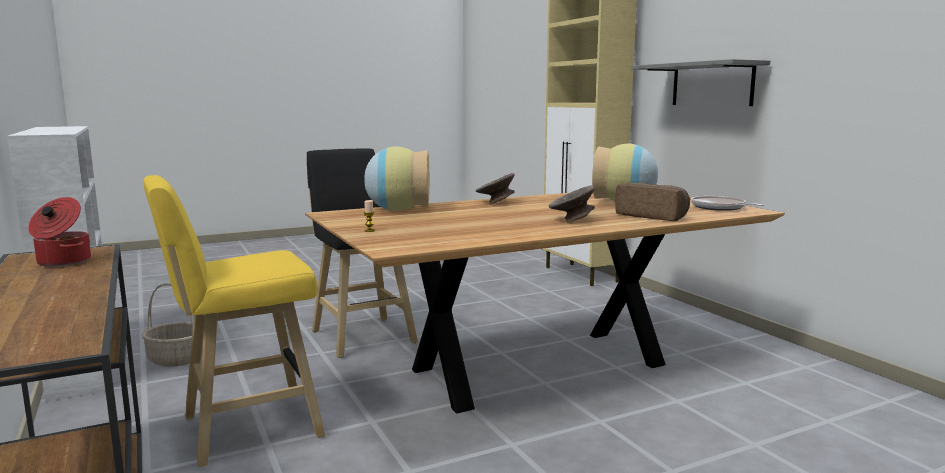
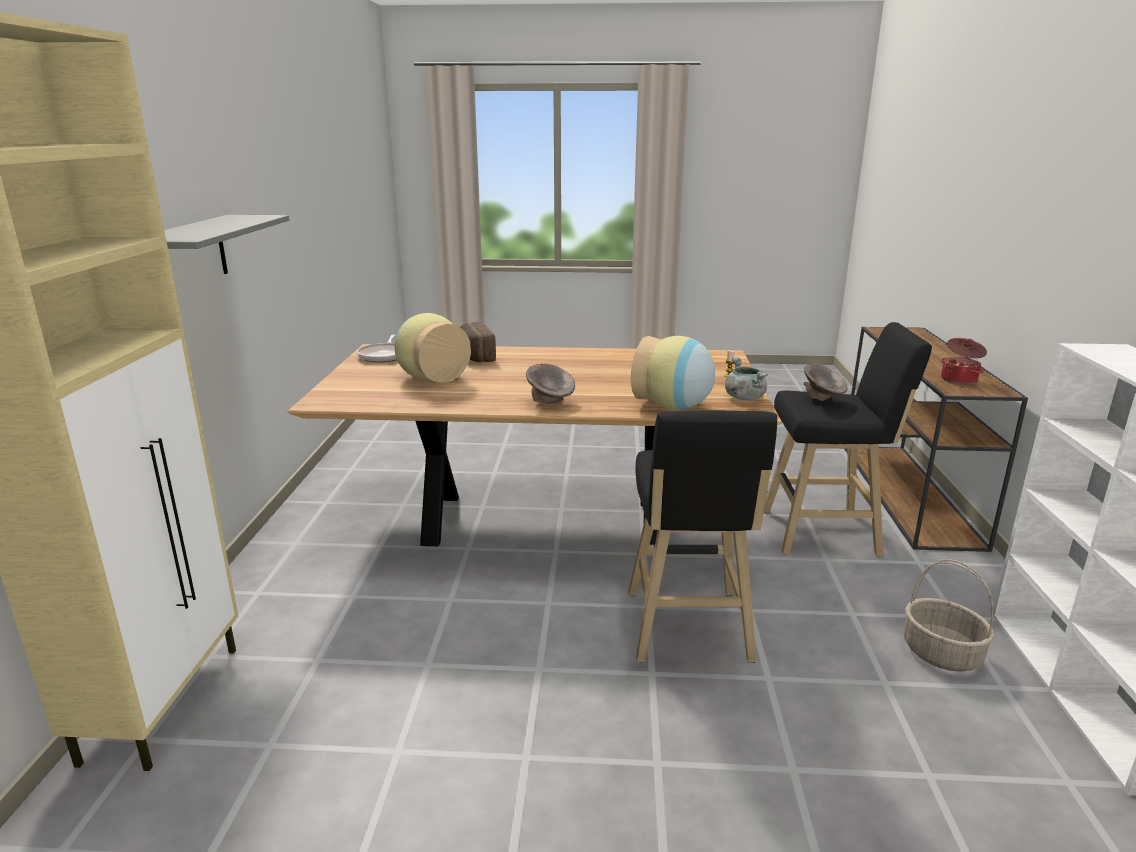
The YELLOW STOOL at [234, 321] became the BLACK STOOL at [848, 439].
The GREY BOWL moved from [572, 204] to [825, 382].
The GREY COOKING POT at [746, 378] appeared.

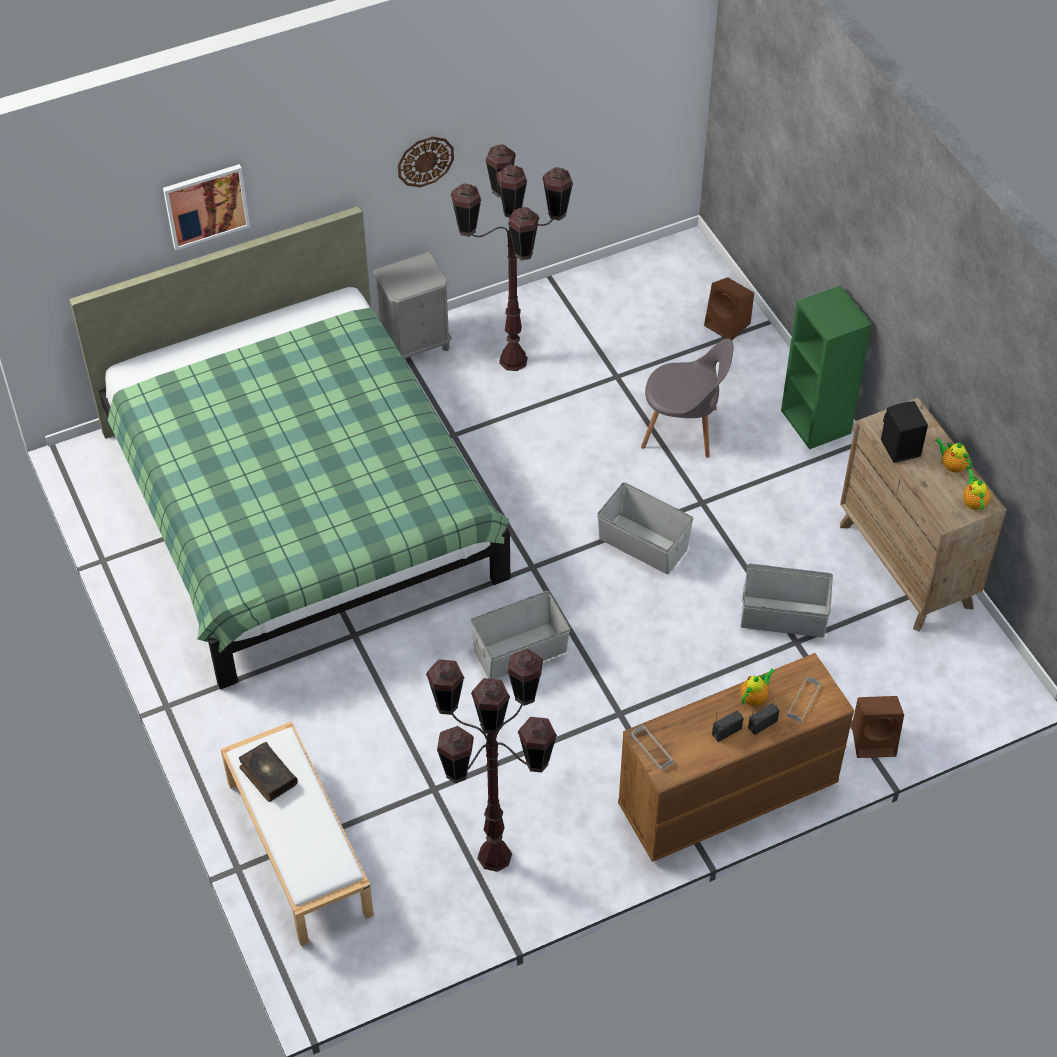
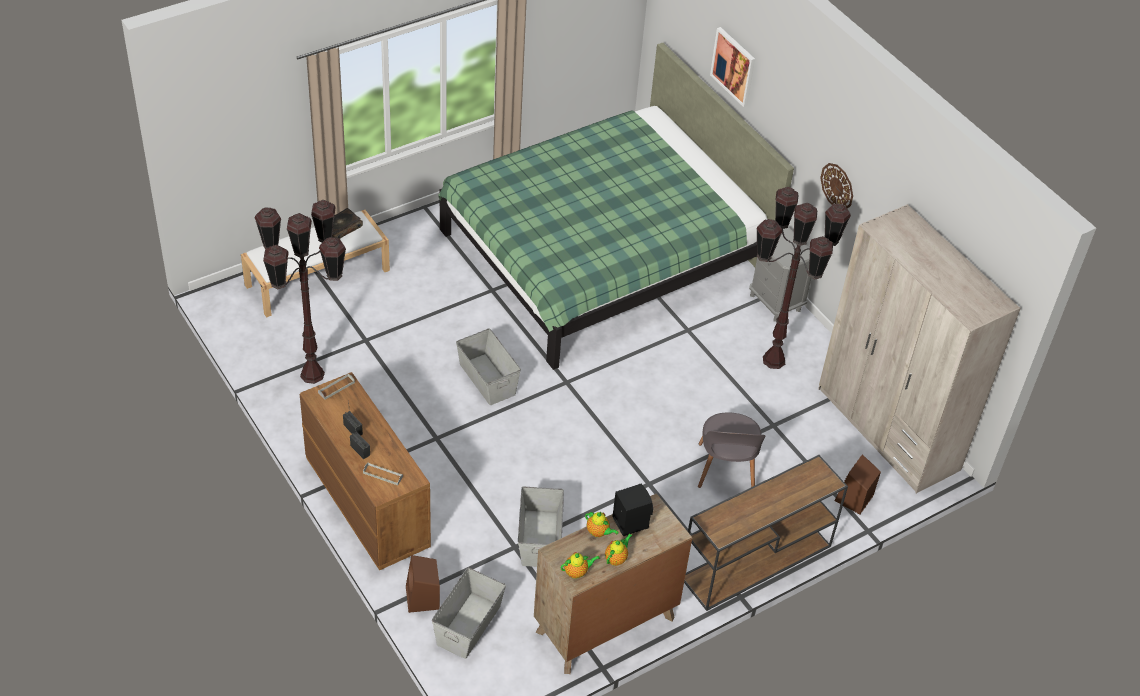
The GREEN BOOKCASE at [826, 367] was replaced by the BROWN CONSOLE TABLE at [766, 533].
The GREY STORAGE BOX moved from [645, 528] to [469, 613].
The TEAPOT moved from [757, 687] to [602, 524].
The BEIGE WARDROBE at [919, 348] appeared.

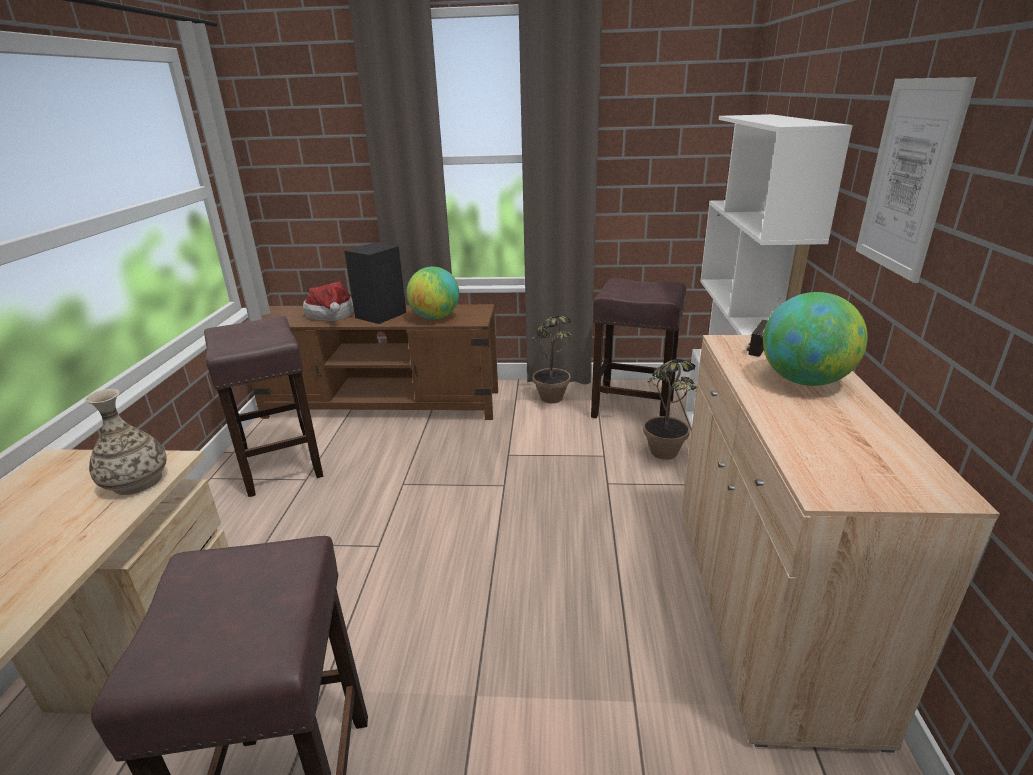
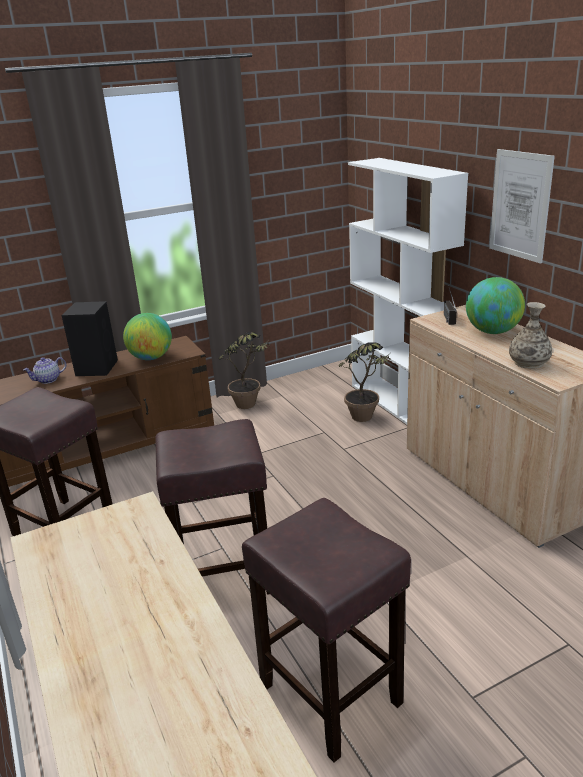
The BROWN STOOL moved from [638, 348] to [212, 507].
The HAT at [328, 301] was replaced by the TEAPOT at [44, 370].
The VASE moved from [126, 442] to [530, 335].

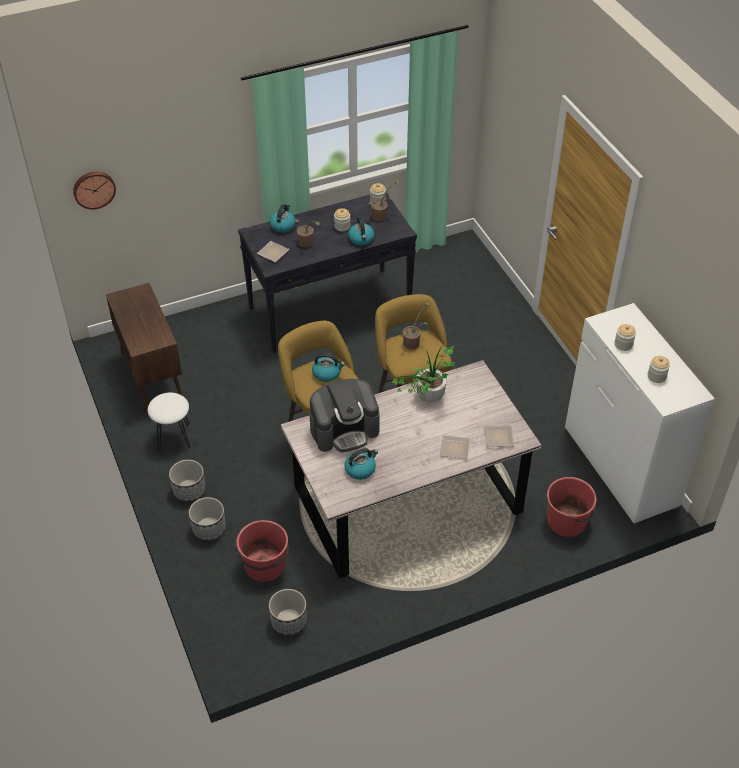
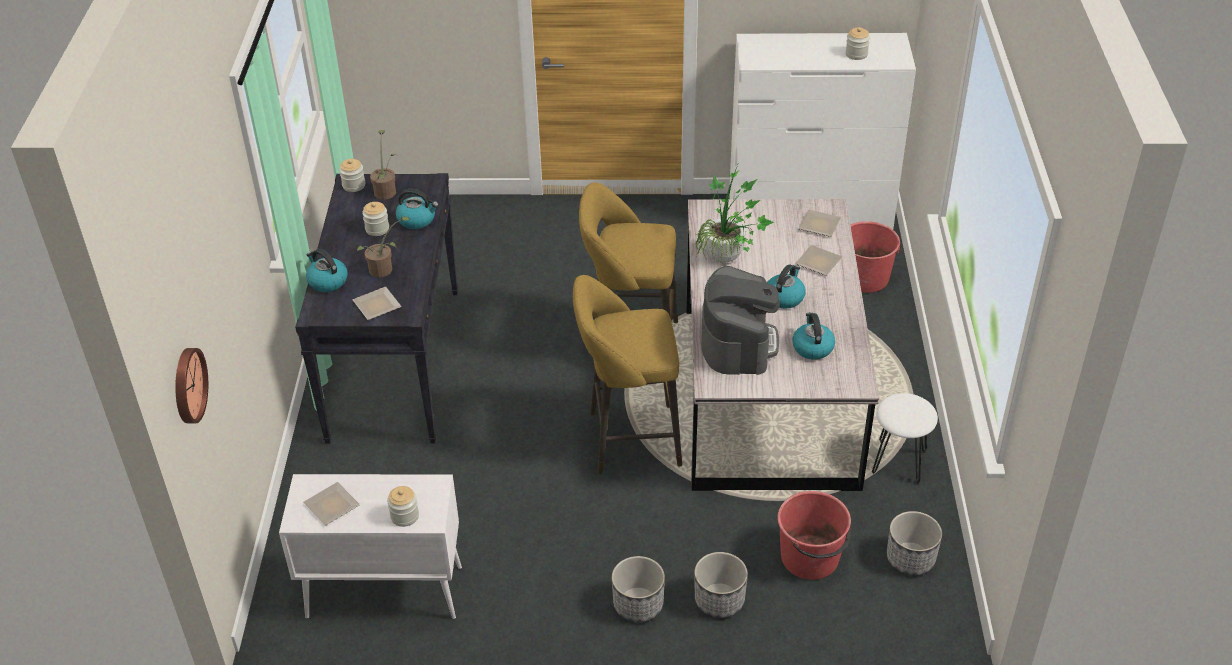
The BROWN CABINET at [144, 348] became the WHITE CABINET at [370, 546].
The POTTED PLANT at [416, 326] disappeared.
The JAR moved from [625, 337] to [403, 506].
The KETTLE moved from [328, 367] to [786, 286].
The WHITE STOOL moved from [169, 423] to [905, 439].
The PLATE at [331, 503] appeared.

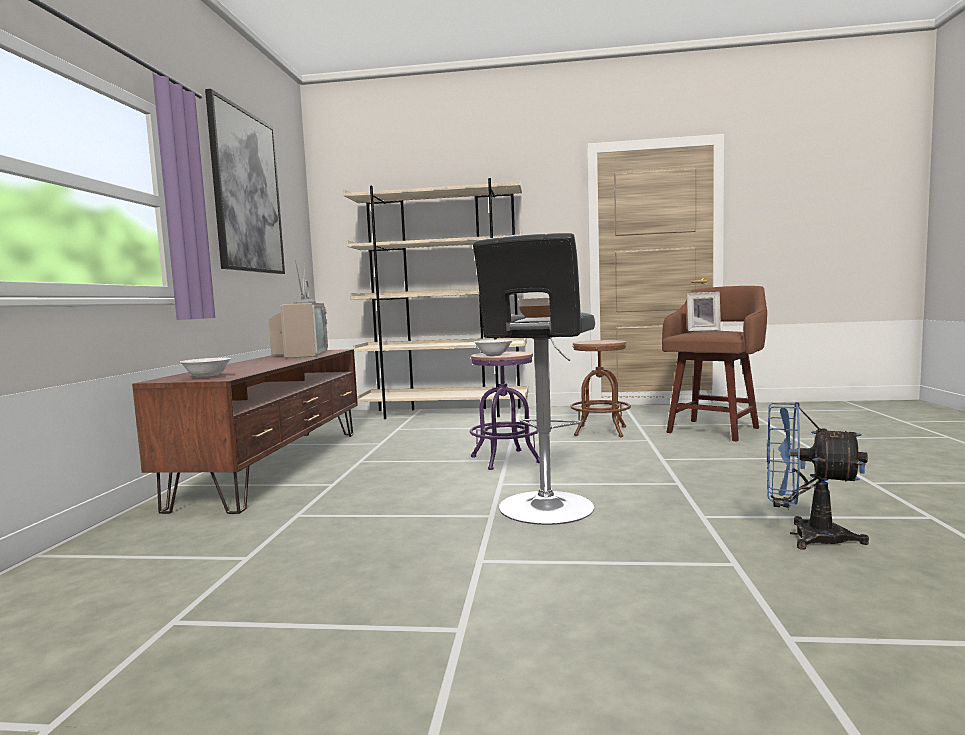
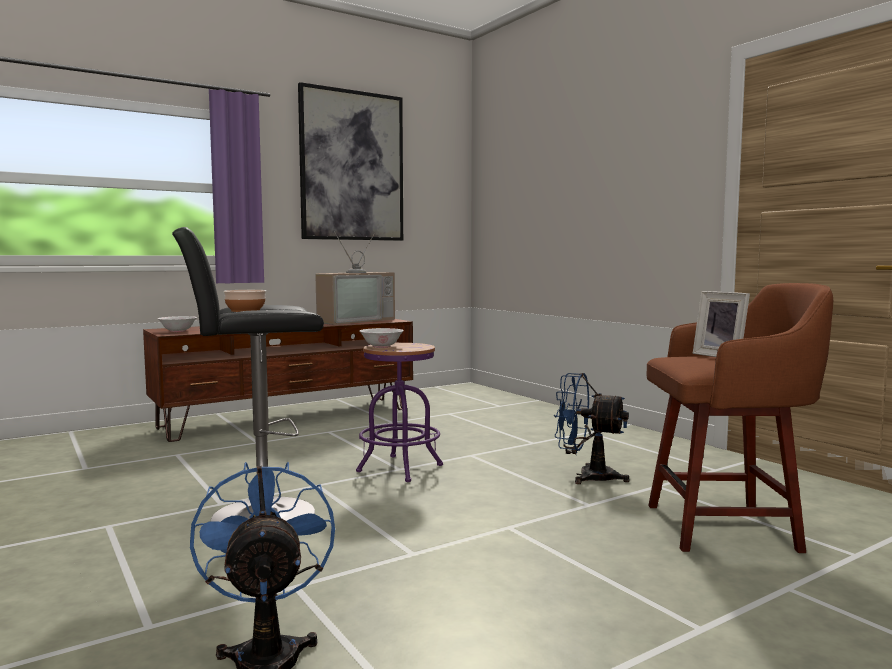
The BEIGE BOOKCASE at [435, 298] disappeared.
The BROWN STOOL at [600, 388] was replaced by the BLUE FAN at [592, 428].

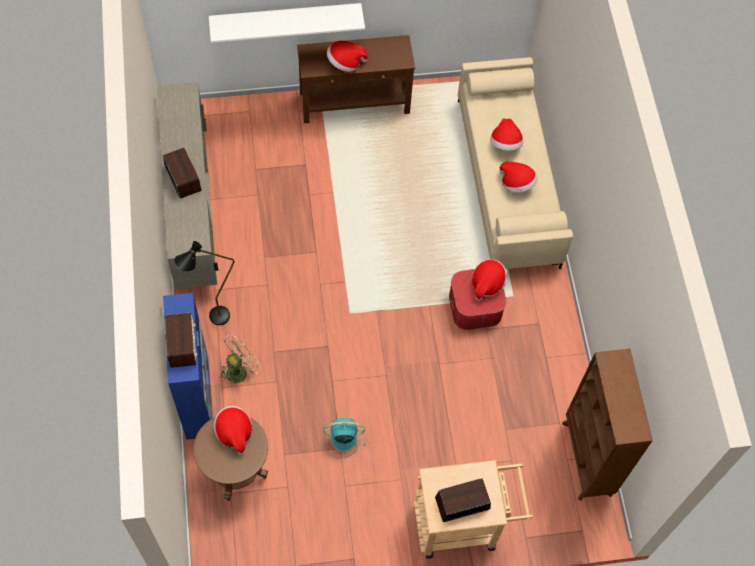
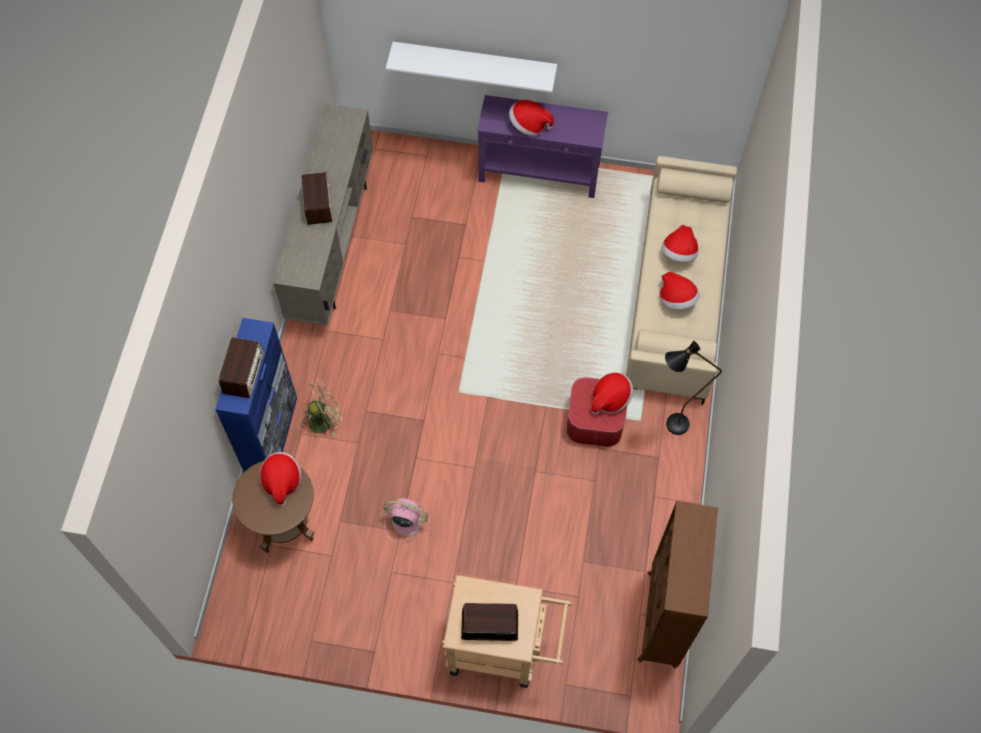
The BROWN CONSOLE TABLE at [356, 79] became the PURPLE CONSOLE TABLE at [542, 146].
The BLACK FLOOR LAMP moved from [204, 283] to [693, 388].
The TURQUOISE FAN at [344, 438] became the PINK FAN at [407, 520].

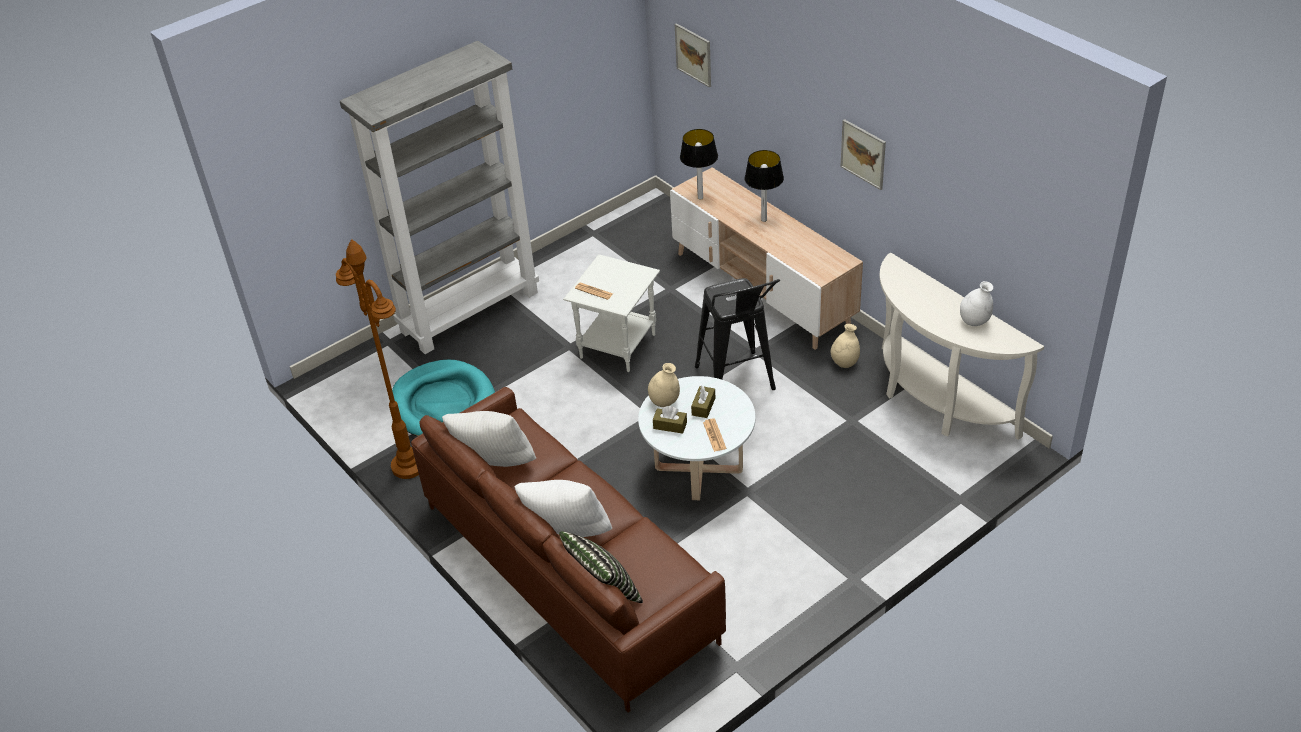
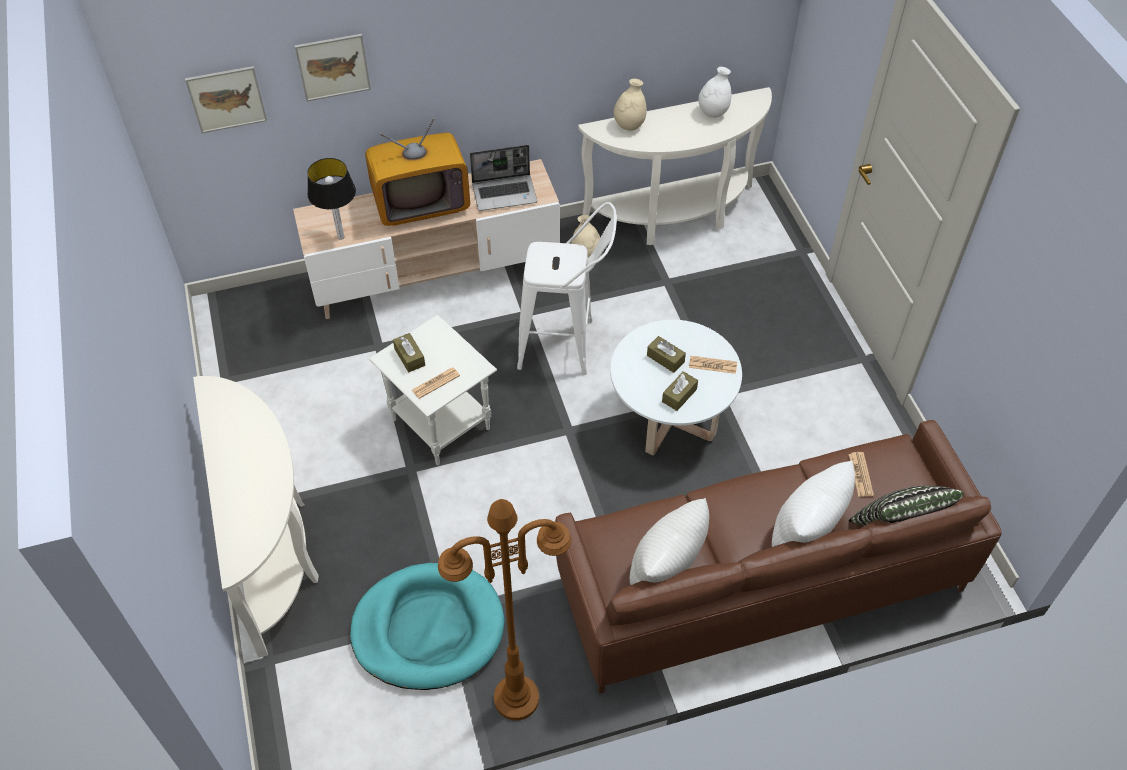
The GREY BOOKCASE at [439, 197] was replaced by the WHITE CONSOLE TABLE at [256, 517].
The PICTURE moved from [863, 154] to [333, 67].
The TABLE LAMP at [764, 186] was replaced by the TELEVISION at [417, 172].
The BLACK STOOL at [737, 334] became the WHITE STOOL at [567, 288].
The BEIGE VASE moved from [664, 385] to [630, 105].
The LAPTOP at [503, 178] appeared.
The BROWN TISSUE BOX at [409, 352] appeared.
The NEWSPAPER at [861, 474] appeared.

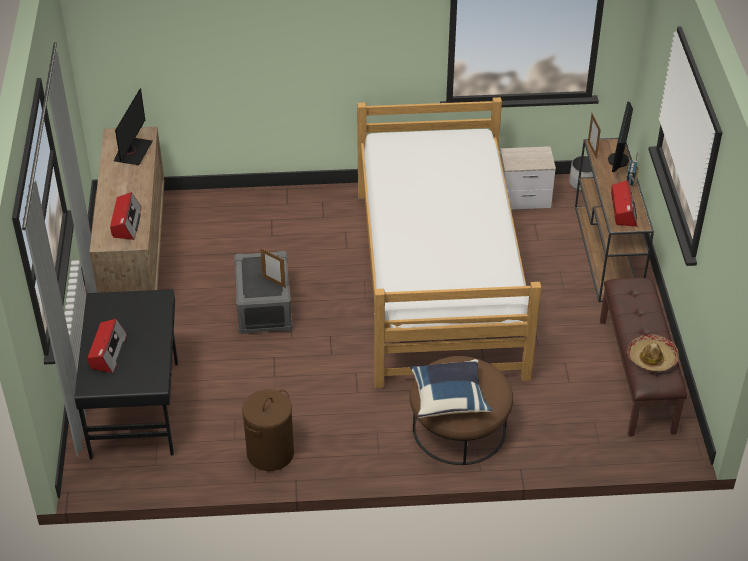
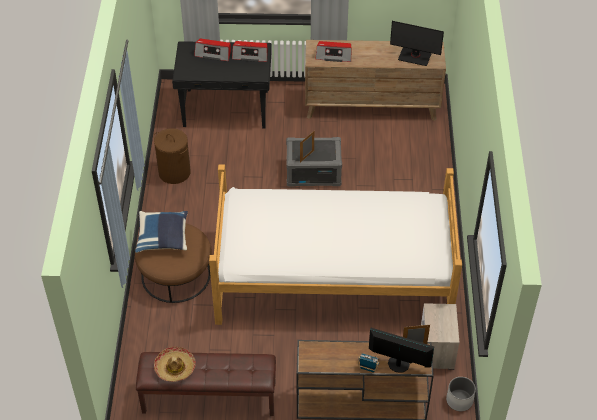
The RADIO moved from [624, 203] to [249, 51].

